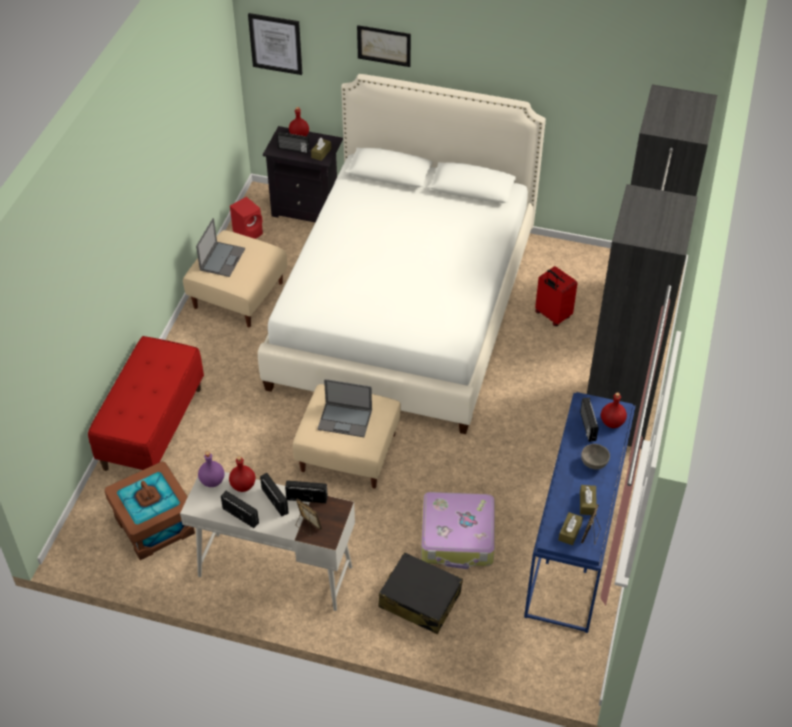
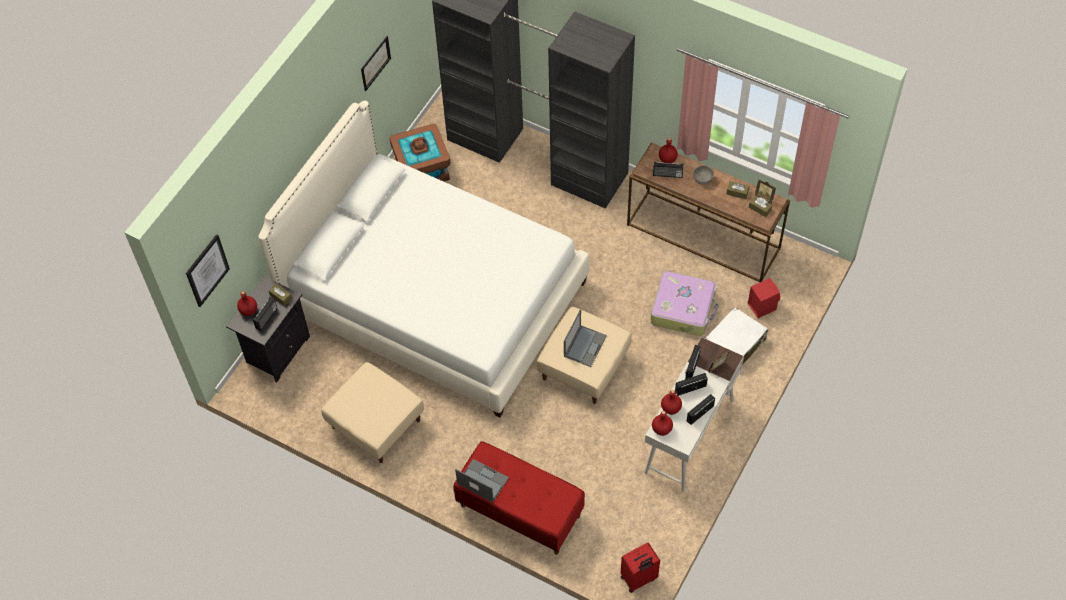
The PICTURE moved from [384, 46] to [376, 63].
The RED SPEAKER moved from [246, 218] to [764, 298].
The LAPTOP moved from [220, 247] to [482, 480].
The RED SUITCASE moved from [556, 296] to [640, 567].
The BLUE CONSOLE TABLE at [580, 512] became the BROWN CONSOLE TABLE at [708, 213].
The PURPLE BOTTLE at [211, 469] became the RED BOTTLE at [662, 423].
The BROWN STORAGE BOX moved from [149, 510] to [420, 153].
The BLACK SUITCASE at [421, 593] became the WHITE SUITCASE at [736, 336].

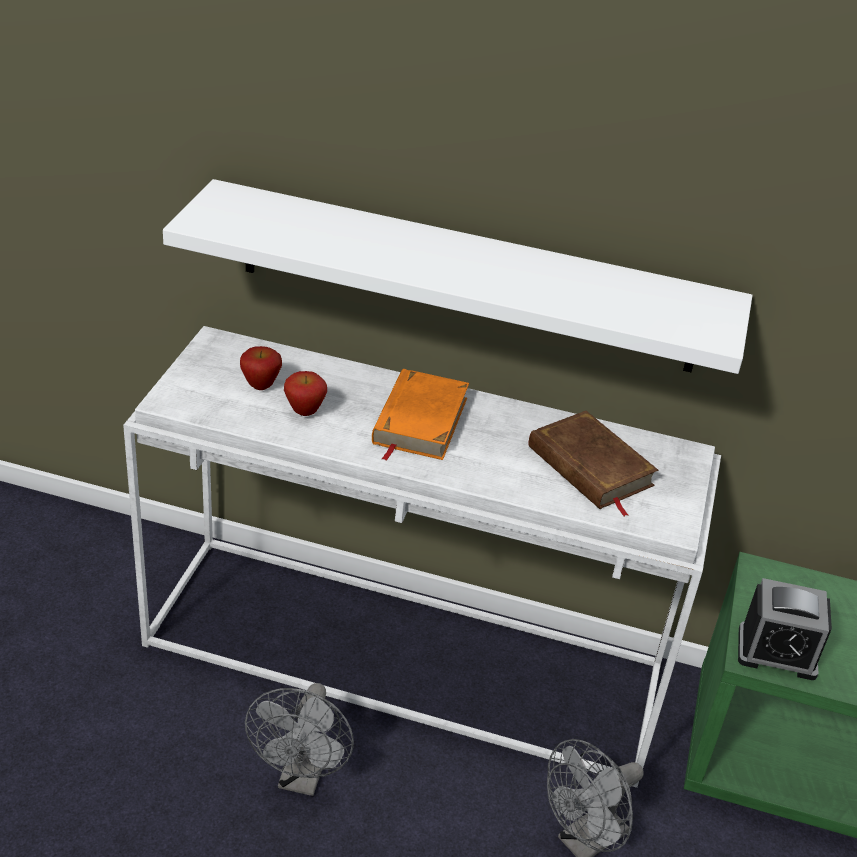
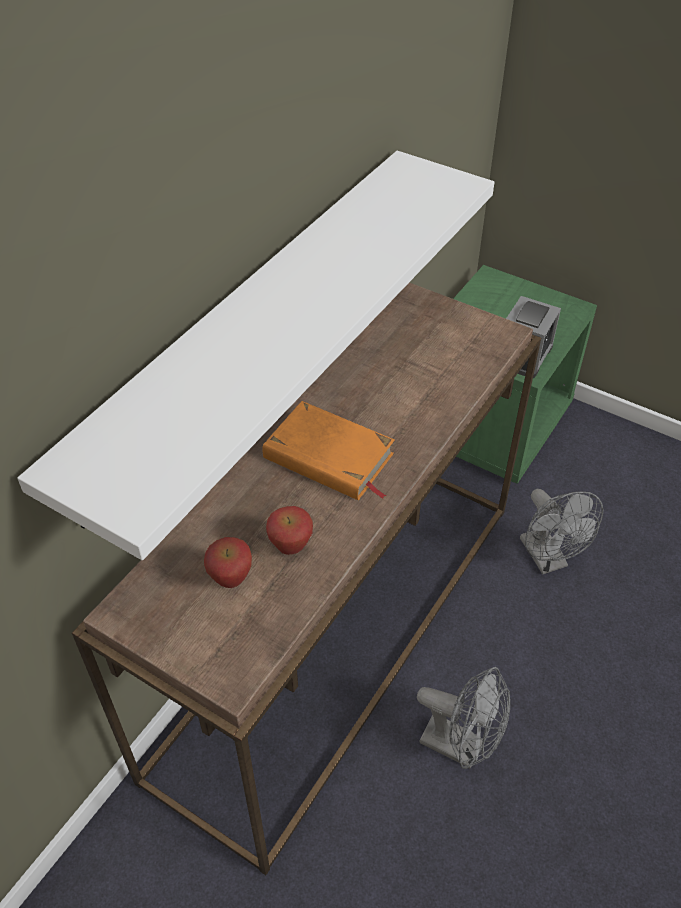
The WHITE CONSOLE TABLE at [422, 557] became the BROWN CONSOLE TABLE at [306, 578].
The BROWN BOOK at [593, 464] disappeared.

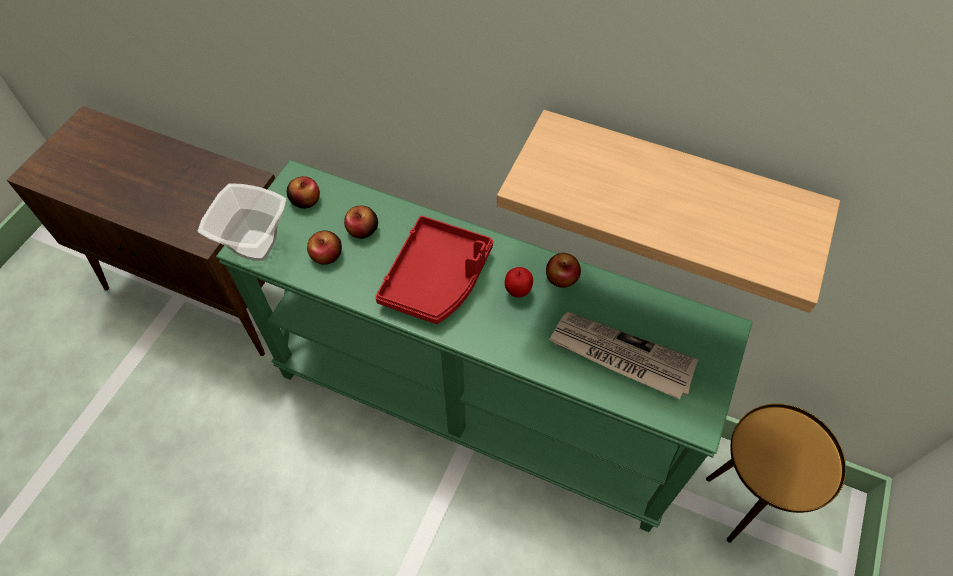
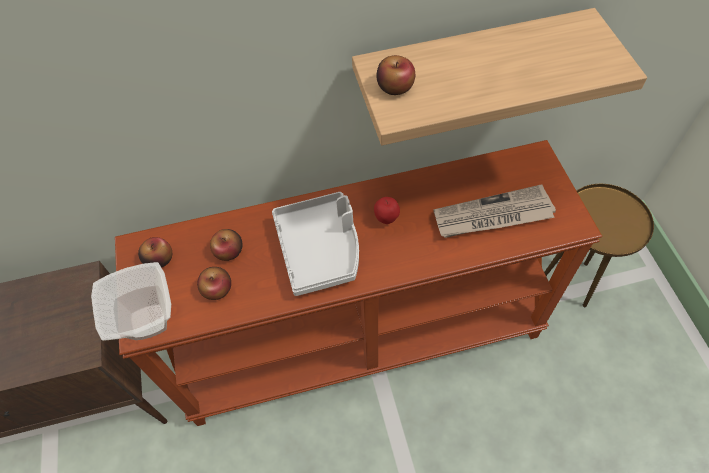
The GREEN CONSOLE TABLE at [484, 346] became the BROWN CONSOLE TABLE at [358, 283].
The RED TRAY at [434, 270] became the GREY TRAY at [315, 244].
The APPLE moved from [563, 270] to [395, 75].

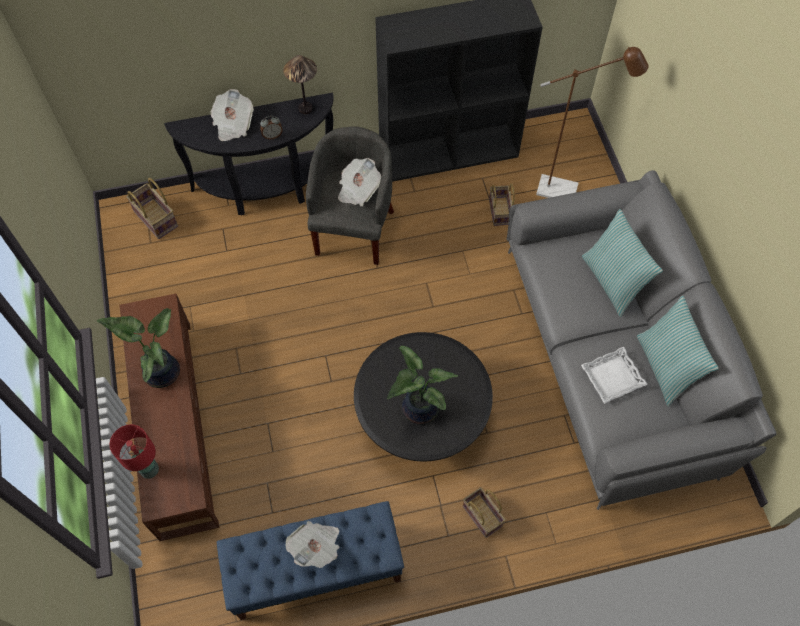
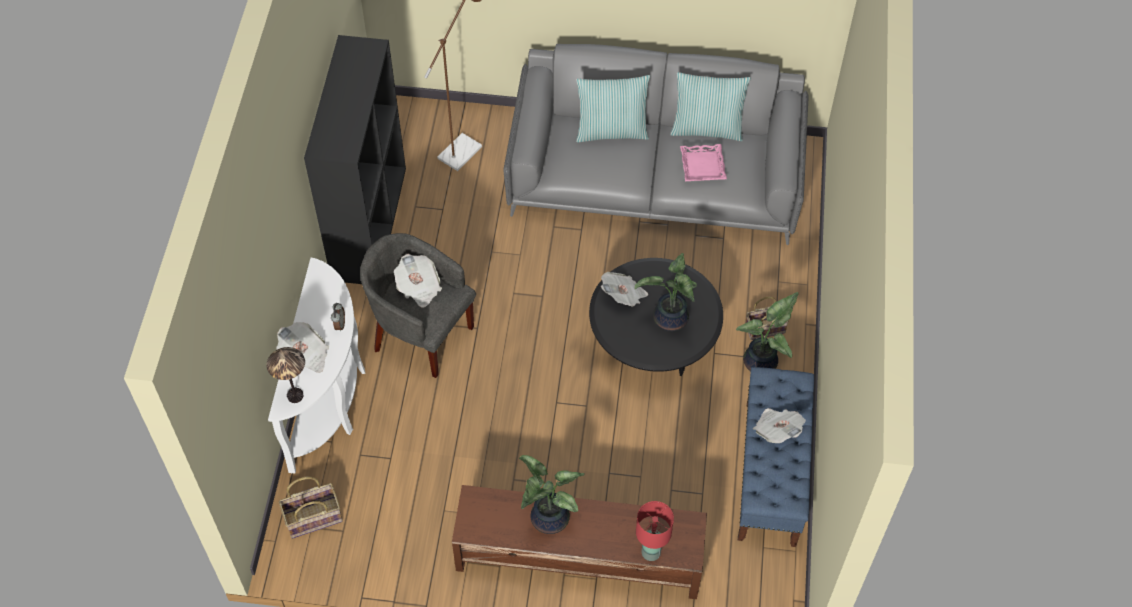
The TABLE LAMP moved from [300, 84] to [286, 375].
The BLACK CONSOLE TABLE at [249, 154] became the WHITE CONSOLE TABLE at [316, 366].
The BASKET at [501, 205] disappeared.
The WHITE TRAY at [614, 375] became the PINK TRAY at [703, 162].
The NEWSPAPER at [624, 289] appeared.
The POTTED PLANT at [767, 331] appeared.

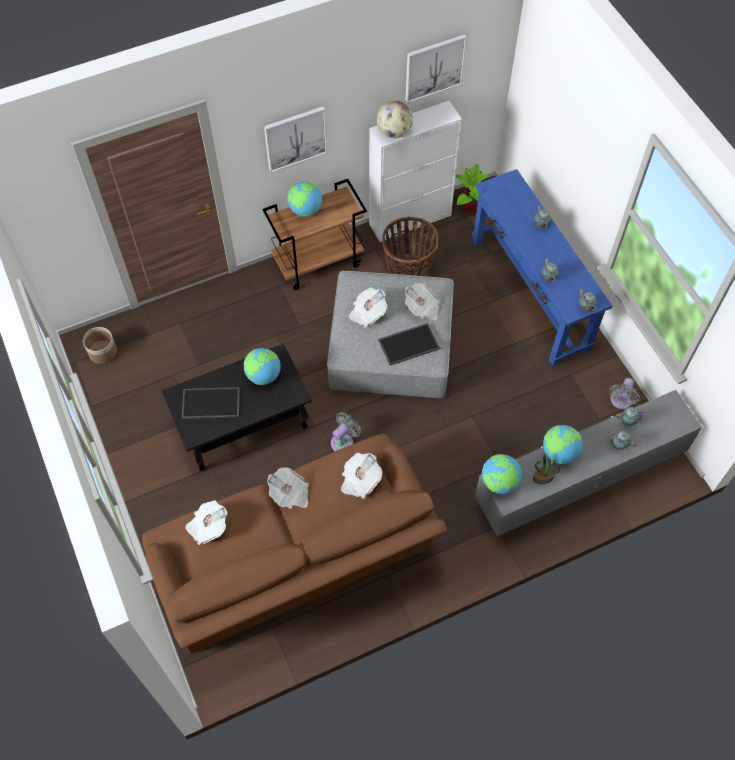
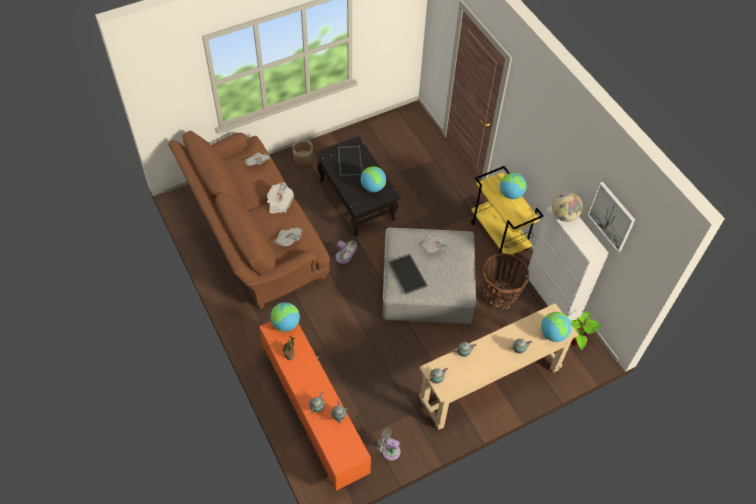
The PICTURE at [295, 139] disappeared.
The BLUE CONSOLE TABLE at [542, 267] became the BEIGE CONSOLE TABLE at [499, 366].
The BROWN CART at [315, 234] became the YELLOW CART at [507, 213].
The NEWSPAPER at [422, 301] disappeared.
The PLANTER moved from [100, 345] to [302, 152].
The GREY TV STAND at [588, 463] became the ORANGE TV STAND at [315, 405].
The GLOBE moved from [563, 444] to [556, 327].

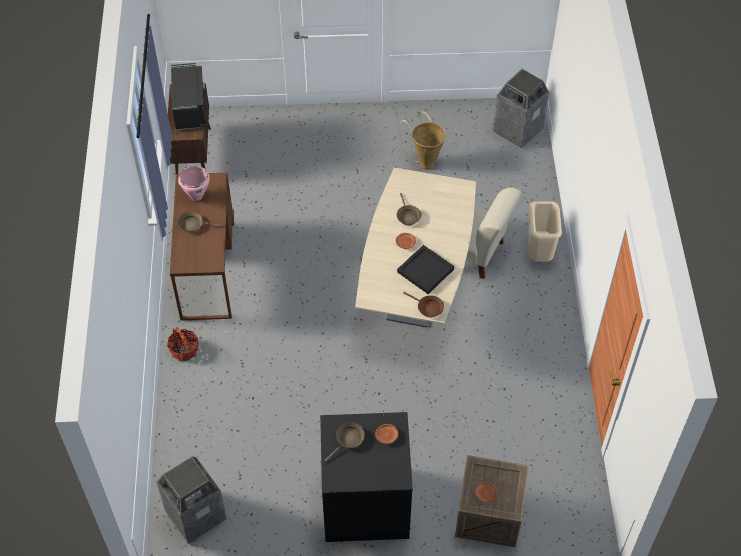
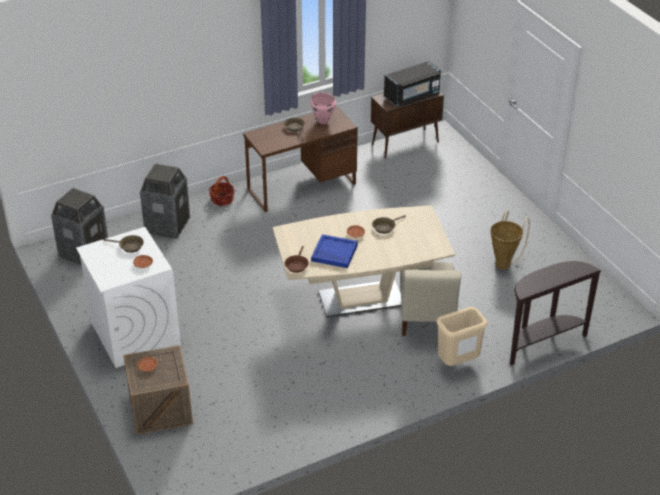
The TRASH CAN moved from [521, 109] to [165, 201].
The BLACK TRAY at [425, 269] became the BLUE TRAY at [334, 251].
The BLACK WASHING MACHINE at [366, 477] became the WHITE WASHING MACHINE at [128, 297].
The BROWN CONSOLE TABLE at [555, 313] appeared.

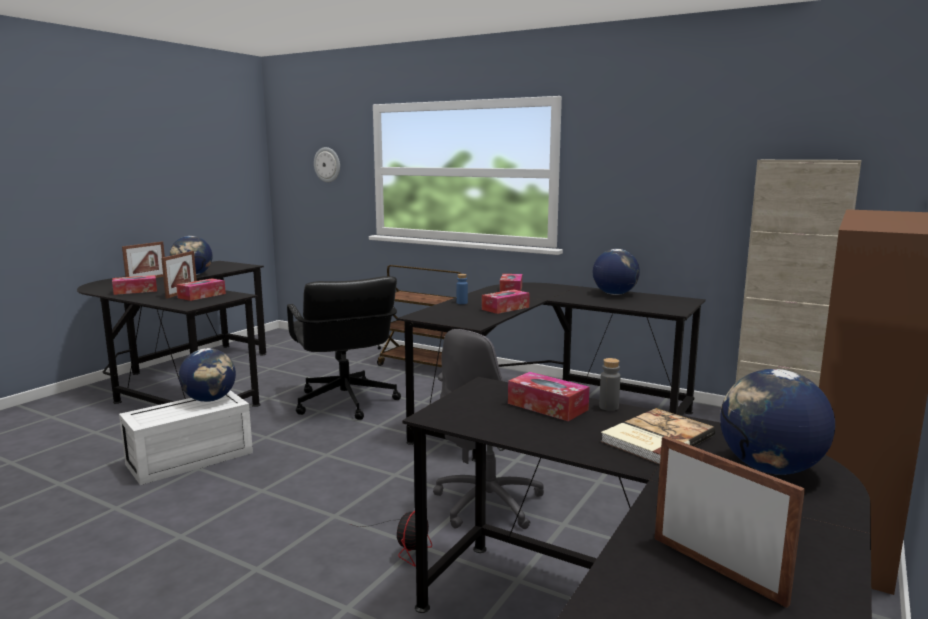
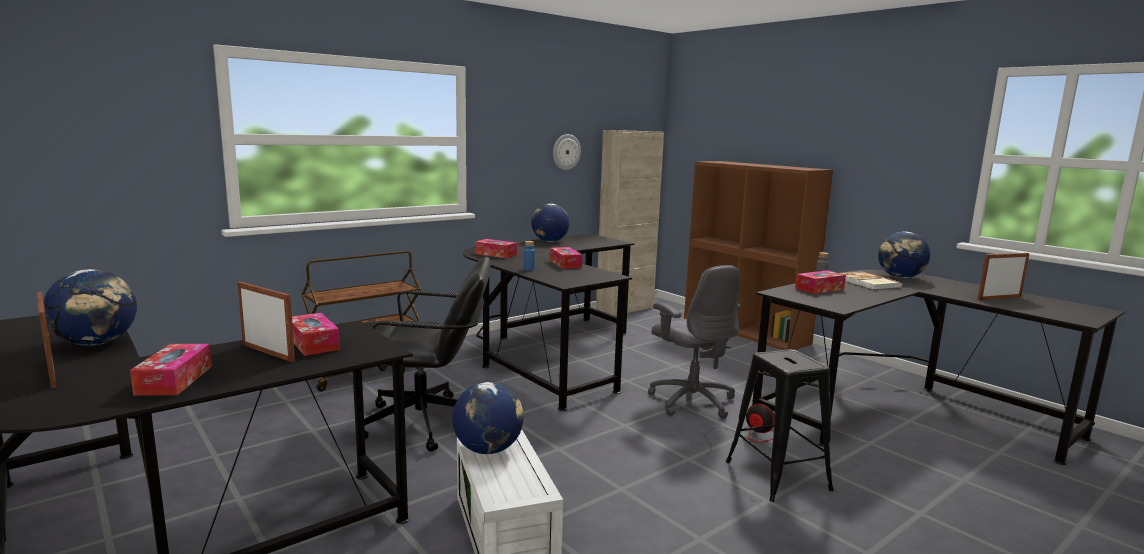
The WALL CLOCK moved from [327, 164] to [567, 152].
The BLACK STOOL at [780, 425] appeared.

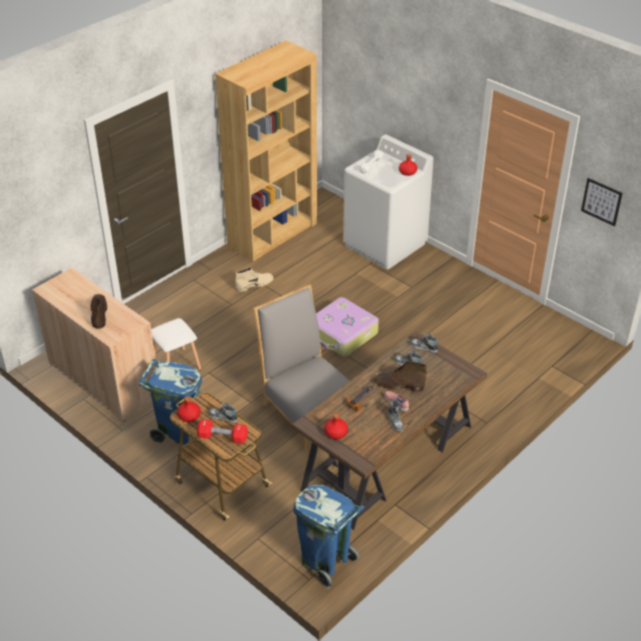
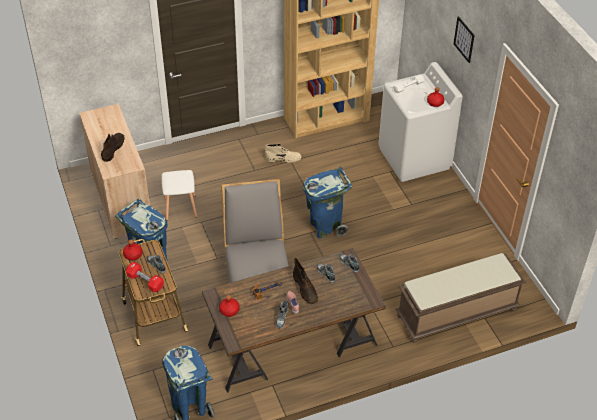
The PICTURE moved from [602, 202] to [464, 39].
The SUITCASE at [347, 326] was replaced by the BLUE TRASH CAN at [327, 203].
The BROWN BOOT at [400, 376] turned 150 degrees counterclockwise.
The BROWN BENCH at [461, 298] appeared.

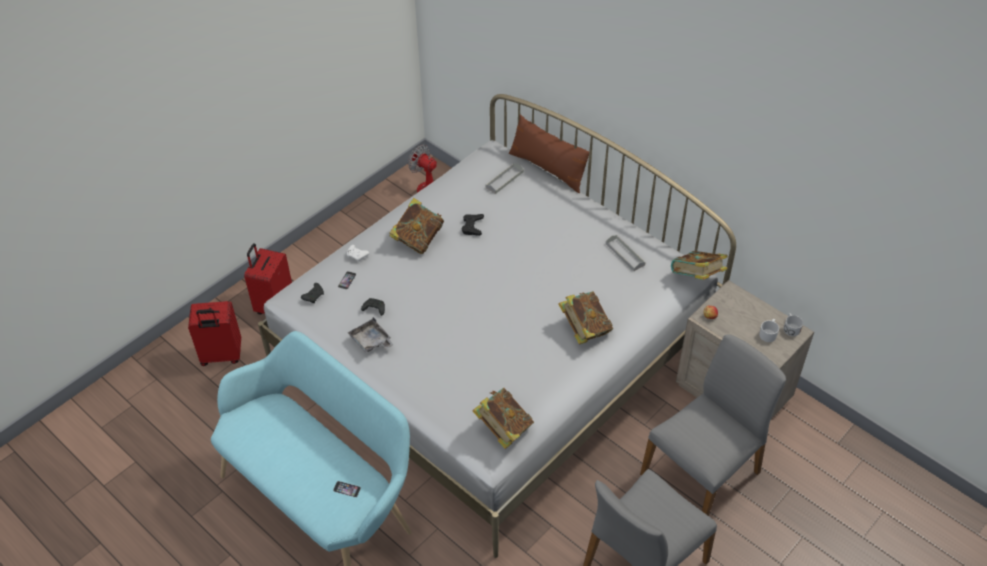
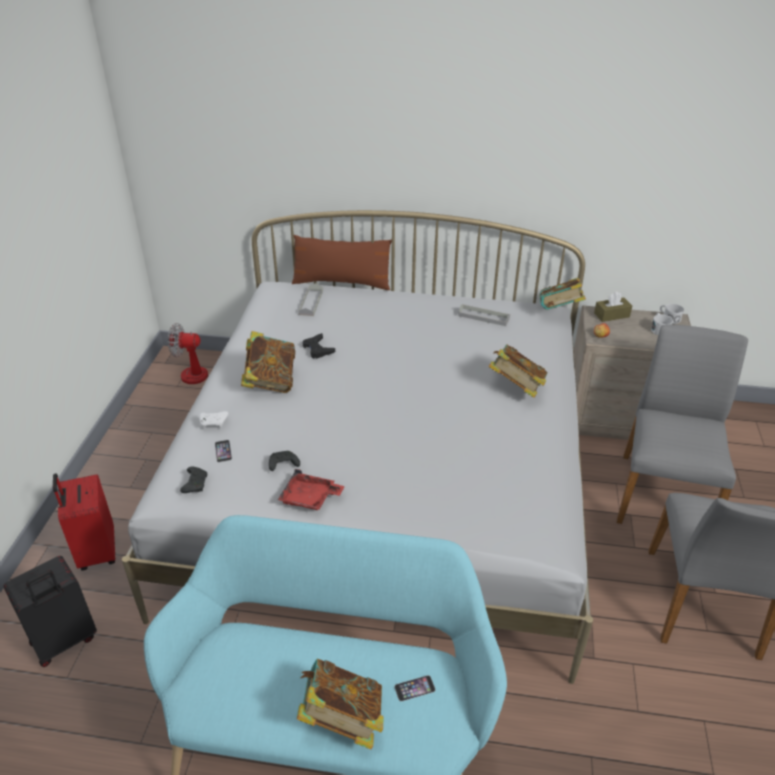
The RED SUITCASE at [214, 333] became the BLACK SUITCASE at [50, 611].
The GREY TRAY at [371, 334] became the RED TRAY at [311, 489].
The BOOK moved from [503, 418] to [340, 703].
The BROWN TISSUE BOX at [613, 307] appeared.

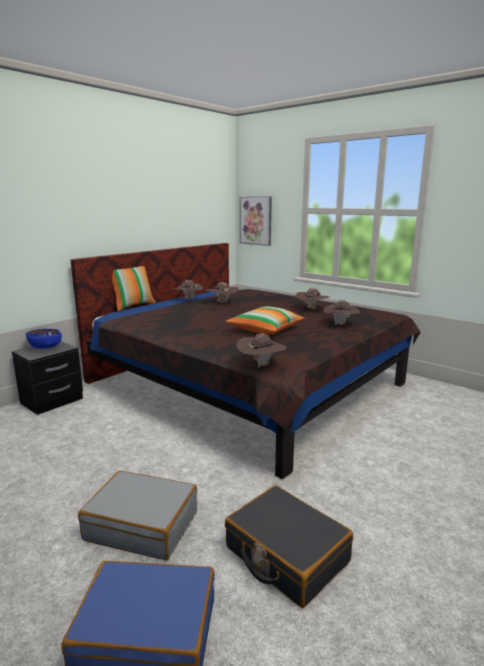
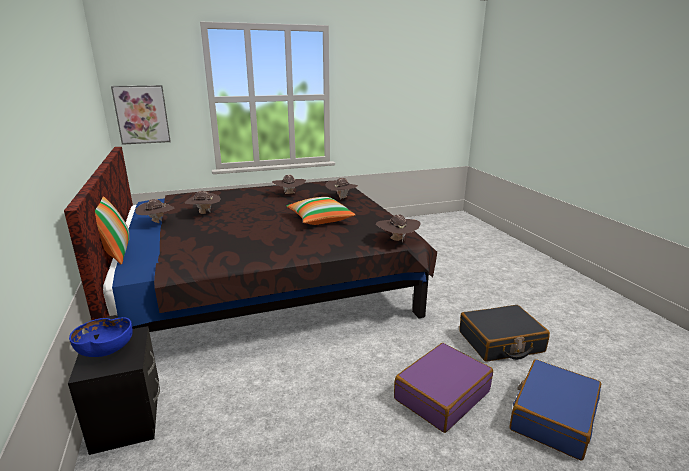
The GREY SUITCASE at [138, 515] became the PURPLE SUITCASE at [443, 388].

